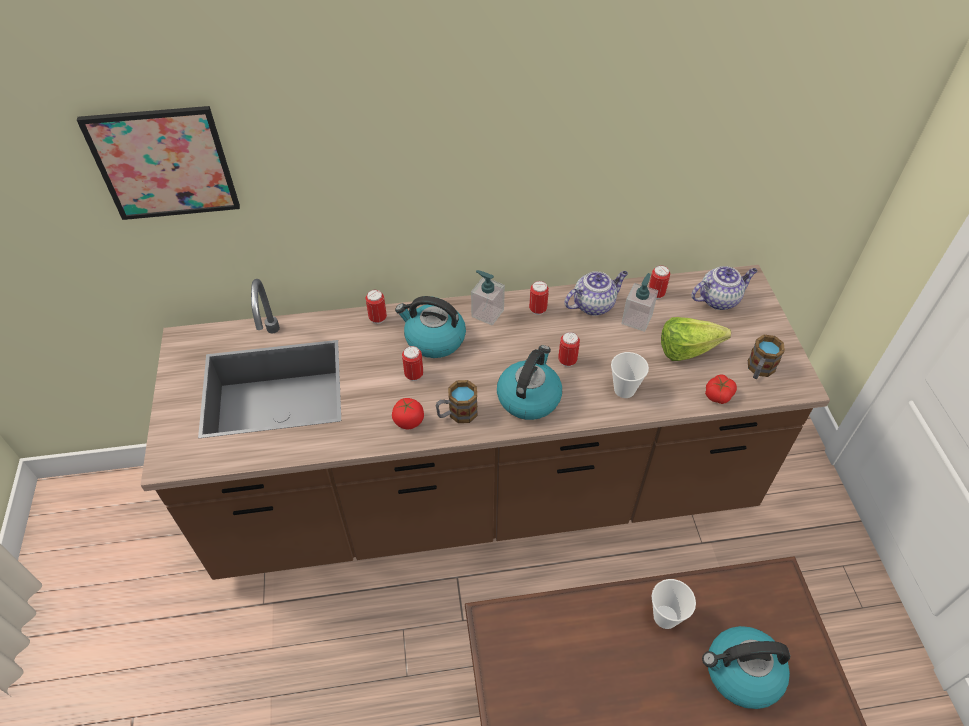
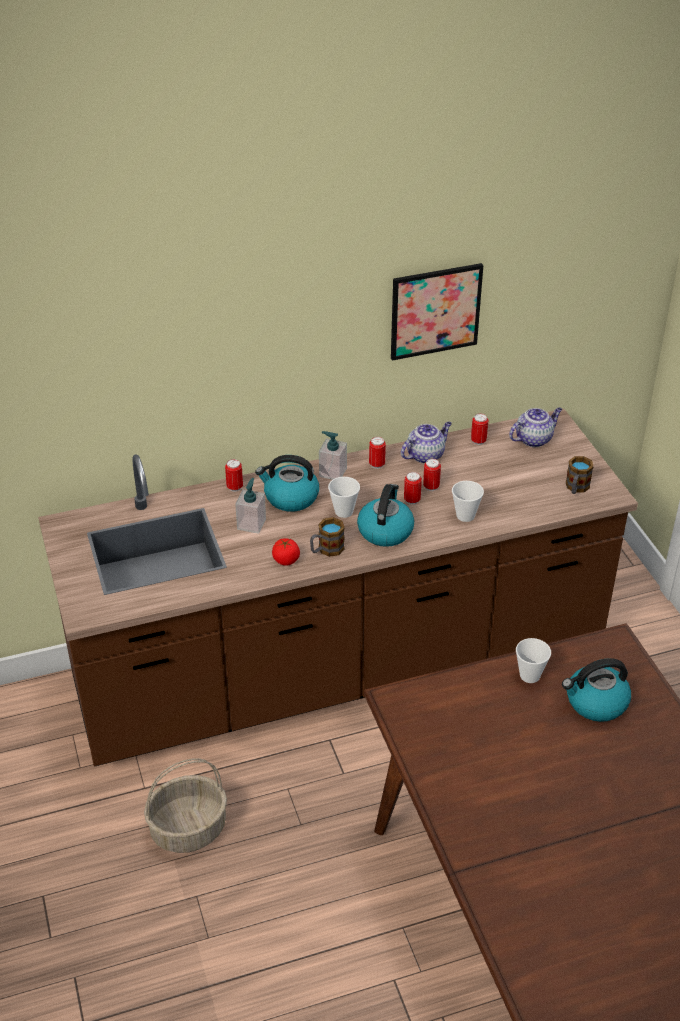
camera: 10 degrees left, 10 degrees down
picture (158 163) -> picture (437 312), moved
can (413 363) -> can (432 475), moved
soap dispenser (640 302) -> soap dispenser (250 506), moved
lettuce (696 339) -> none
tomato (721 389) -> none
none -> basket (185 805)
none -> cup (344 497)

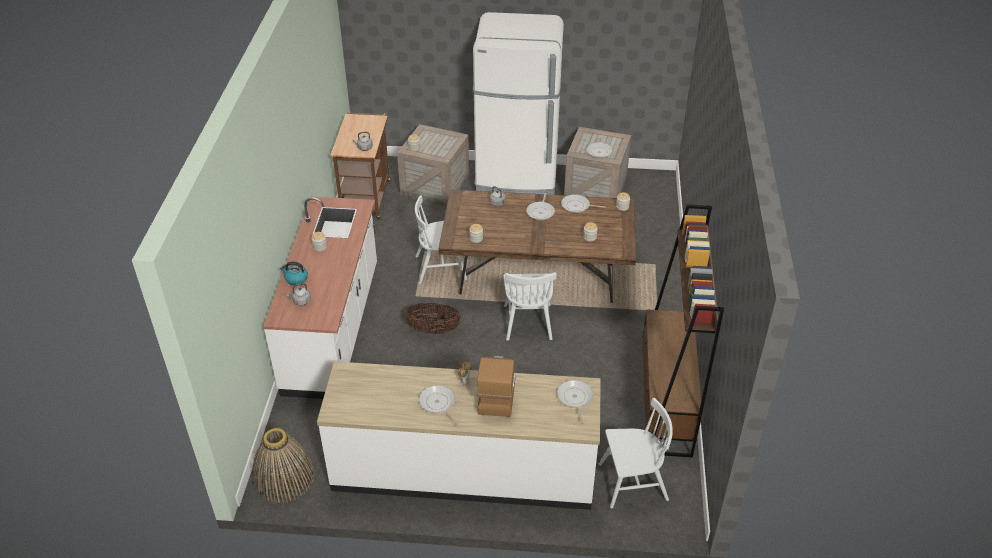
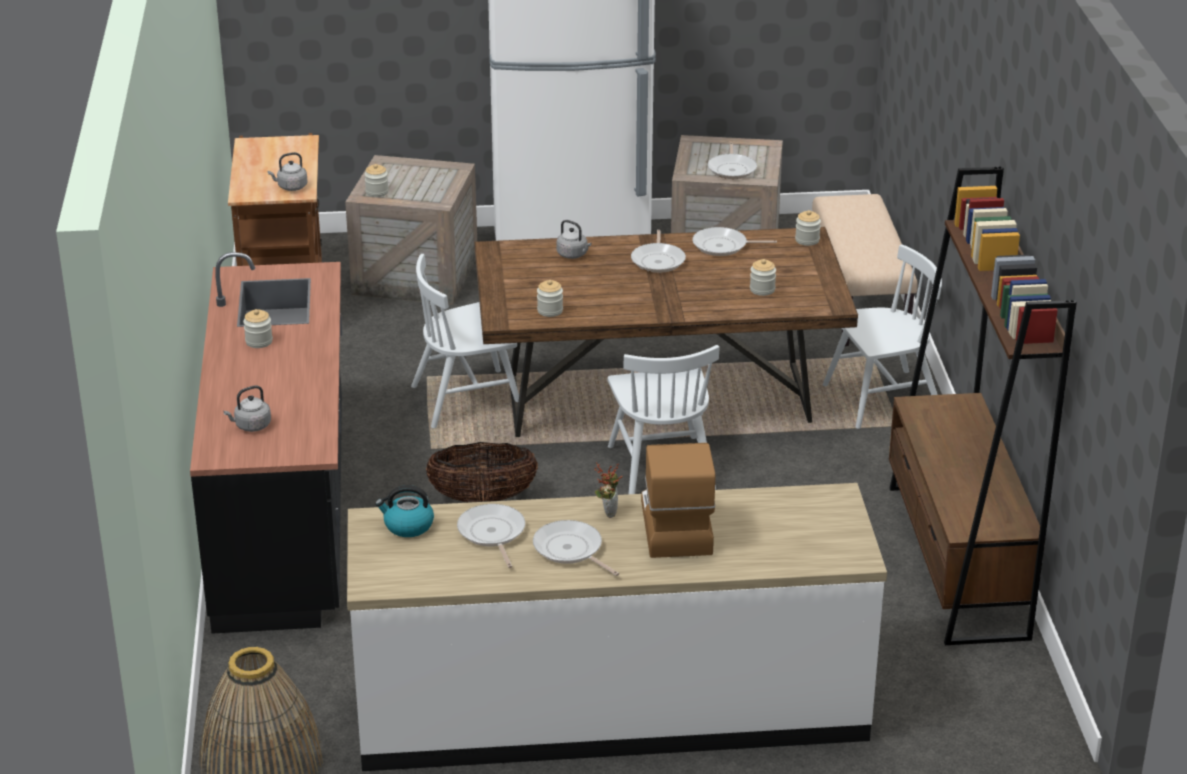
camera: 10 degrees left, 10 degrees down
counter (white) (320 298) -> counter (black) (266 443)
kettle (294 273) -> kettle (404 511), moved
frying pan (575 402) -> frying pan (491 536), moved
chair (white) (635 453) -> chair (white) (882 336), moved
none -> bench (beige) (865 270)

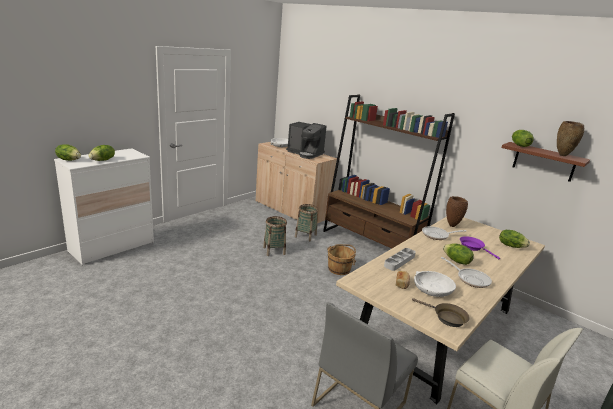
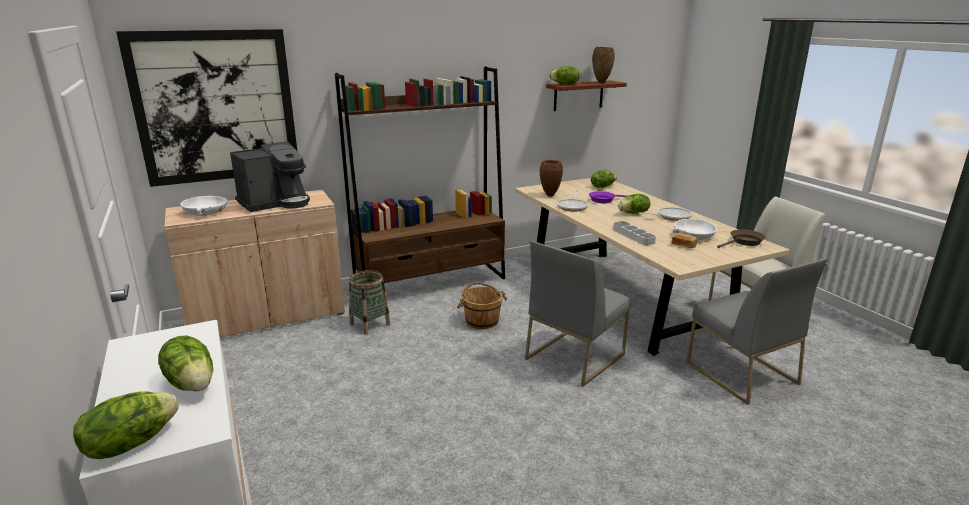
camera: 65 degrees left, 0 degrees up
basket (275 236) -> none
none -> picture (207 108)
none -> chair (grey) (578 314)

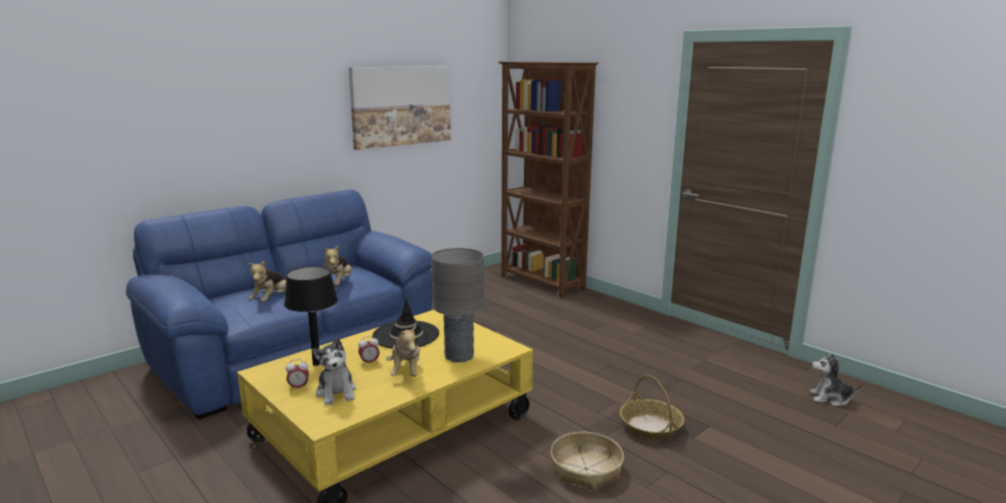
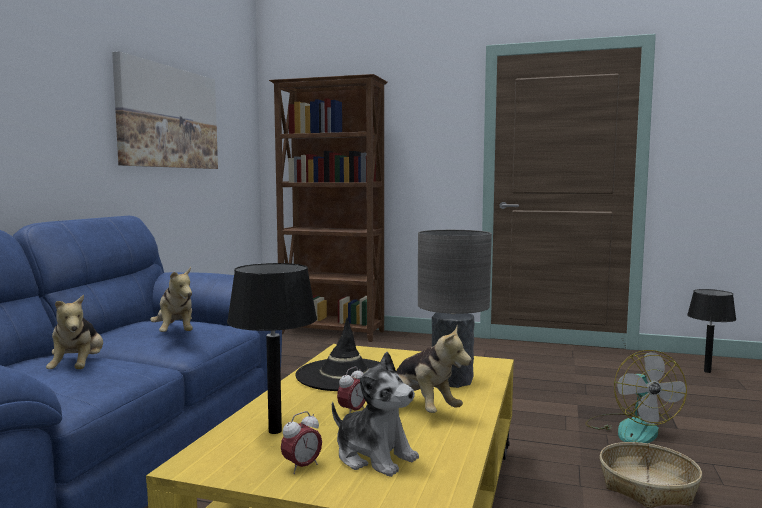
camera: 30 degrees left, 10 degrees down
basket (652 407) -> fan (636 396)
plush toy (836 379) -> table lamp (black) (711 331)

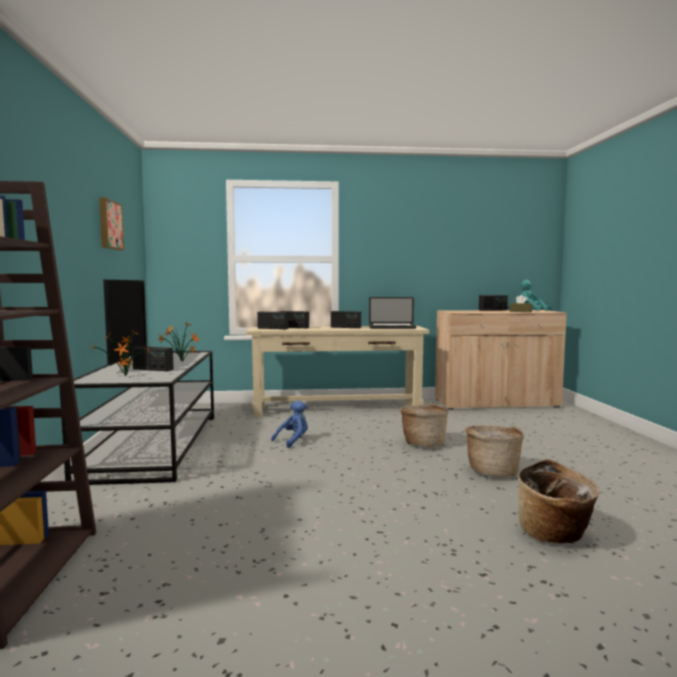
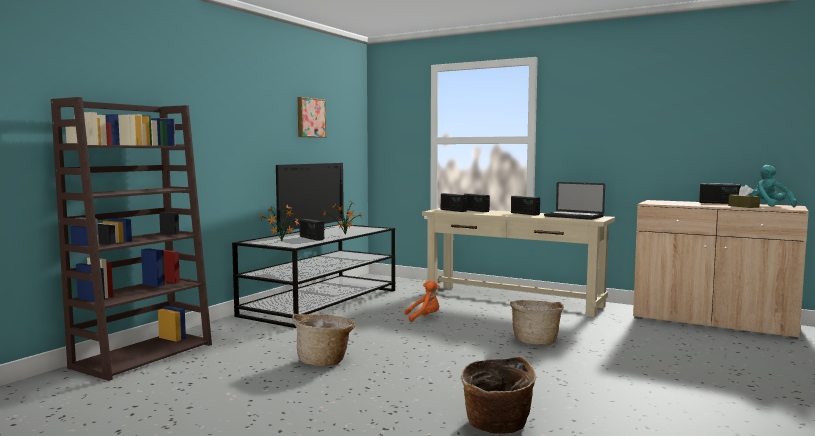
camera: 35 degrees right, 0 degrees up
plush toy (blue) (289 424) -> plush toy (orange) (422 301)
basket (494 451) -> basket (323 340), moved

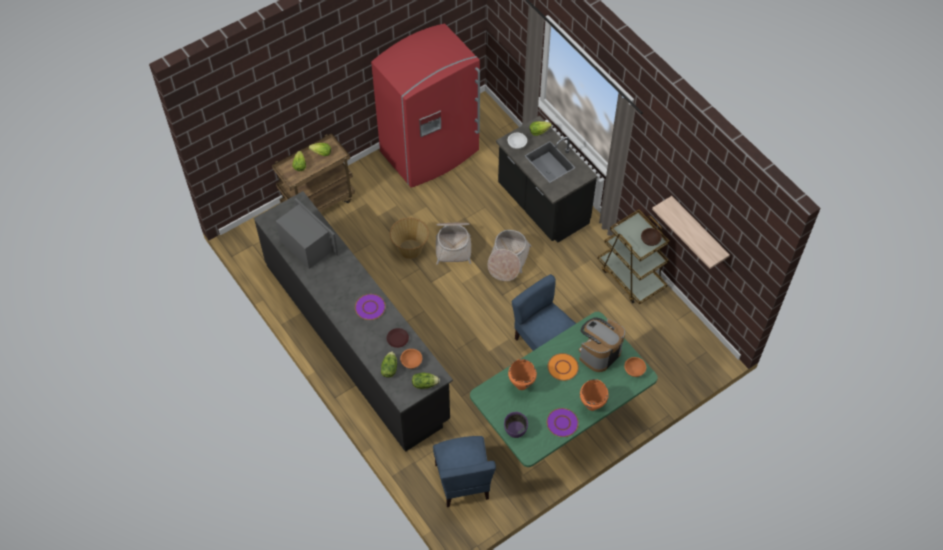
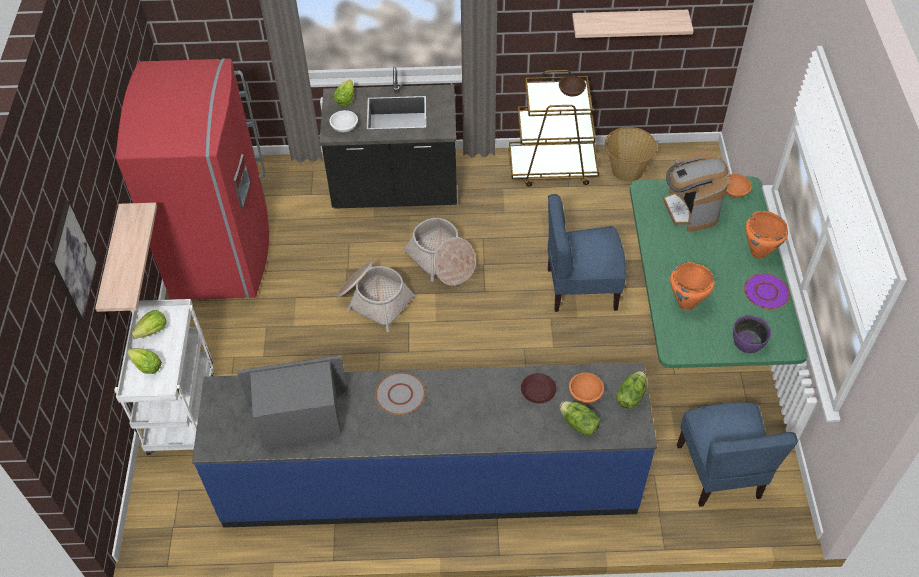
camera: 55 degrees left, 5 degrees down
counter (black) (353 321) -> counter (blue) (424 445)
cart (brown) (313 172) -> cart (white) (164 377)
plate (purple) (370 307) -> none
basket (409 238) -> basket (631 154), moved
chair (blue) (464 471) -> chair (blue) (737 454), 60 degrees clockwise
plate (orange) (563 367) -> none
none -> picture (73 261)
none -> shelf (126 261)
none -> plate (grey) (400 394)

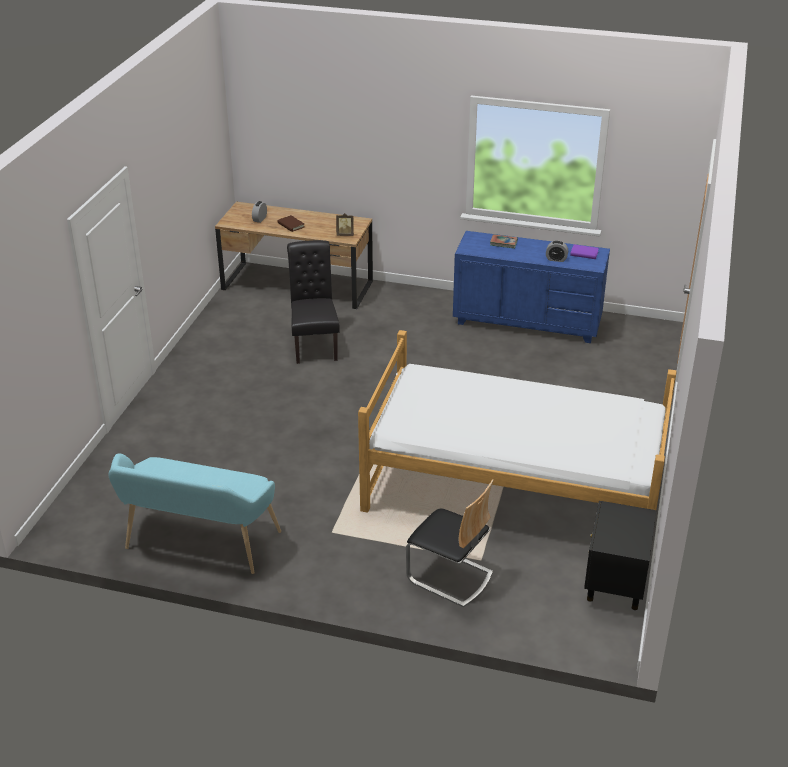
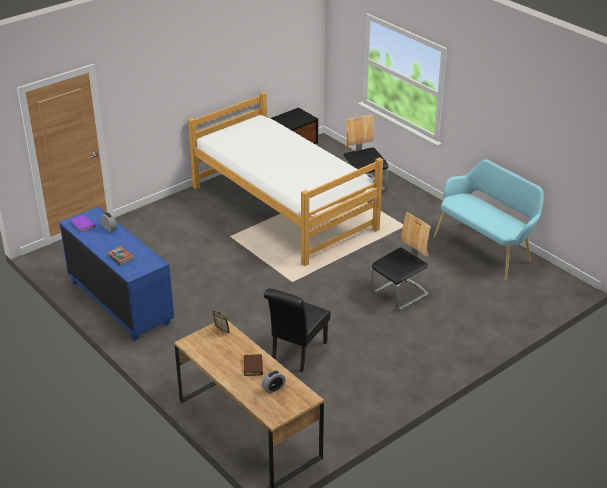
camera: 145 degrees left, 0 degrees up
none -> chair (400 261)

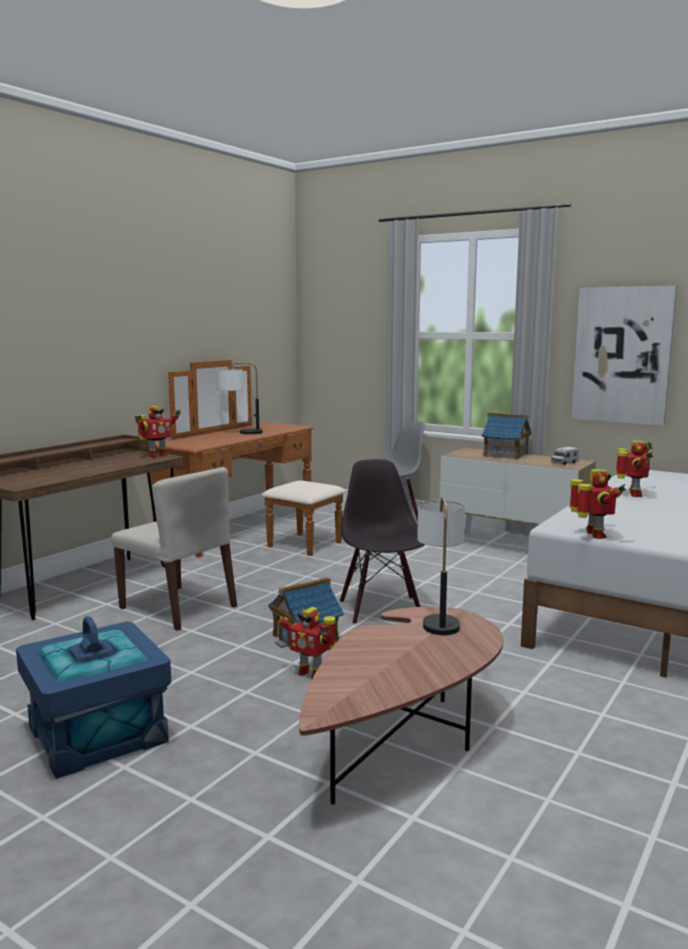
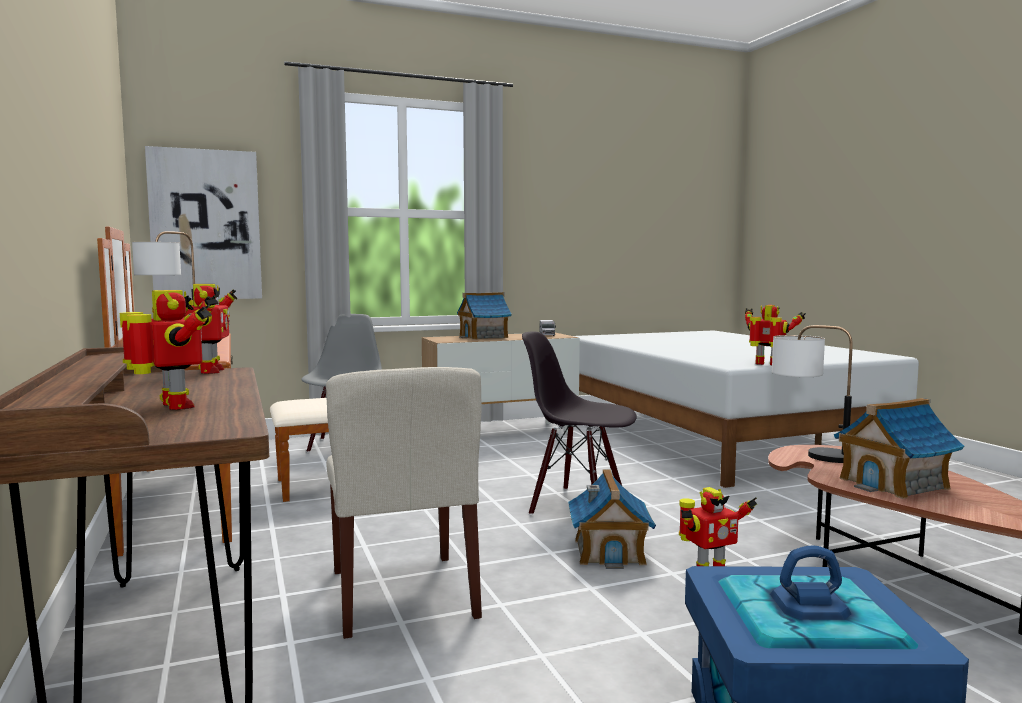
camera: 55 degrees left, 5 degrees down
chair (beige) (174 549) -> chair (beige) (404 503), 90 degrees clockwise
picture (624 356) -> picture (203 223), moved
toy robot (634 469) -> toy robot (166 350), moved
none -> toy house (899 448)

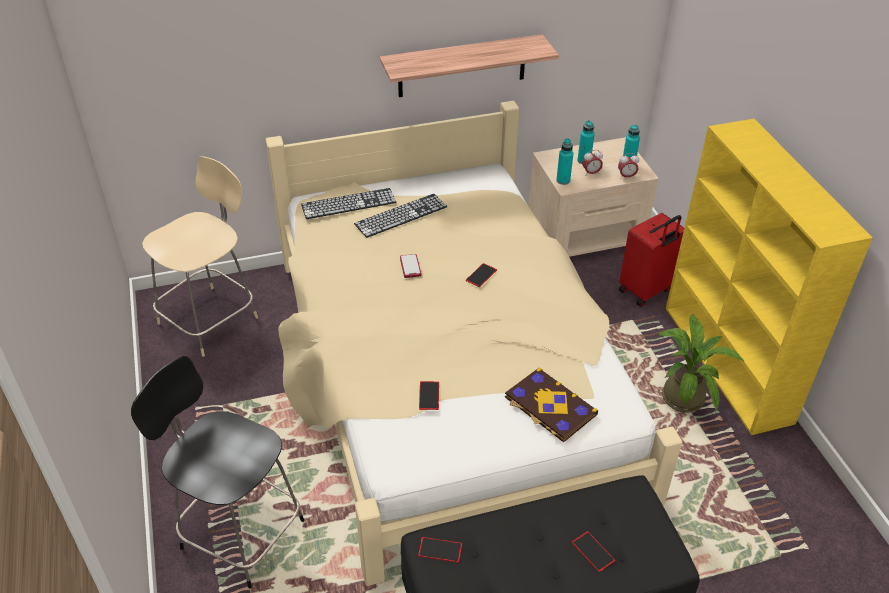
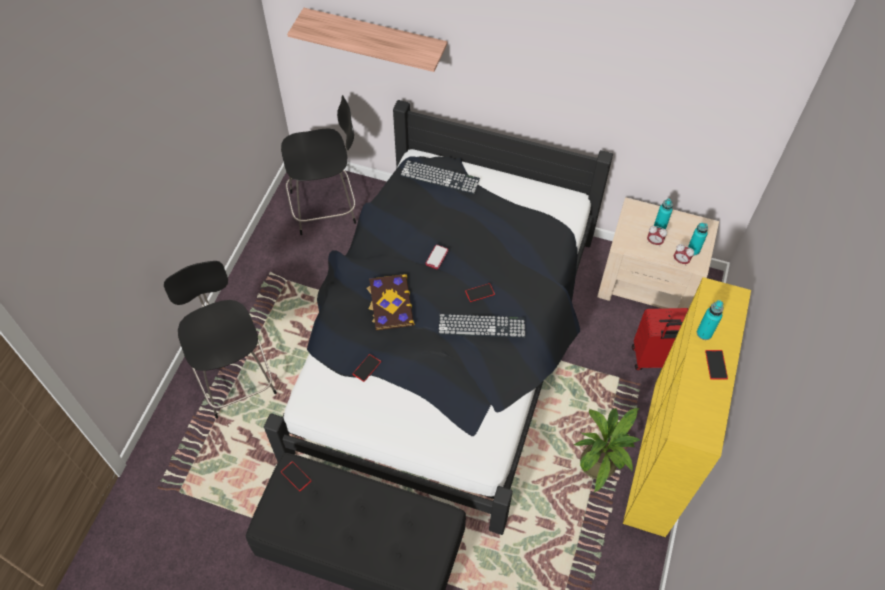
camera: 35 degrees right, 15 degrees up
chair (beige) (200 256) -> chair (black) (318 165)
bed (beige) (474 343) -> bed (black) (438 317)
keyboard (400 216) -> keyboard (481 326), moved
shelf (469 65) -> shelf (367 40), moved
book (551 405) -> book (390 302), moved
bottle (turquoise) (564 161) -> bottle (turquoise) (710 320), moved
phone (593 551) -> phone (716 365), moved

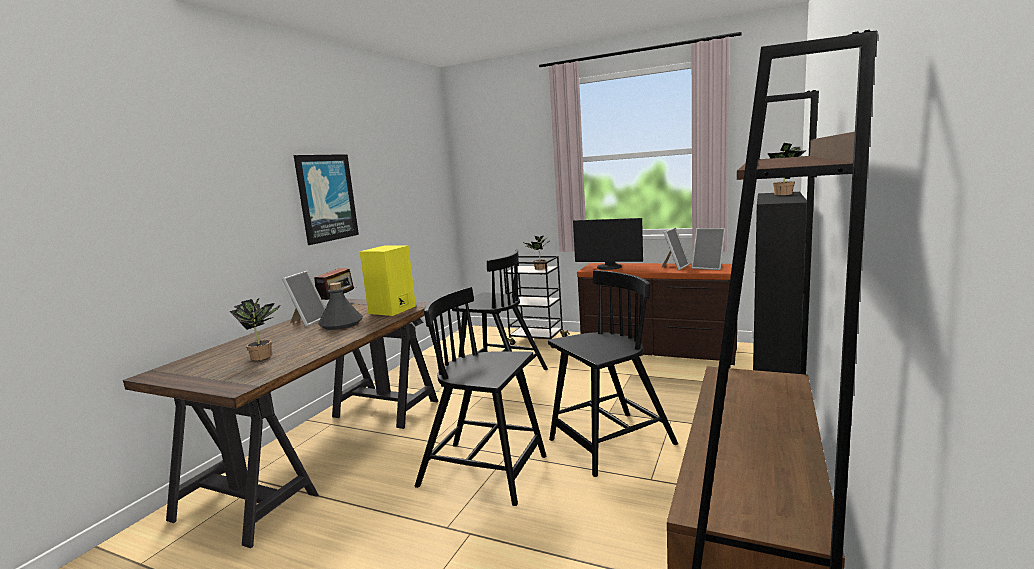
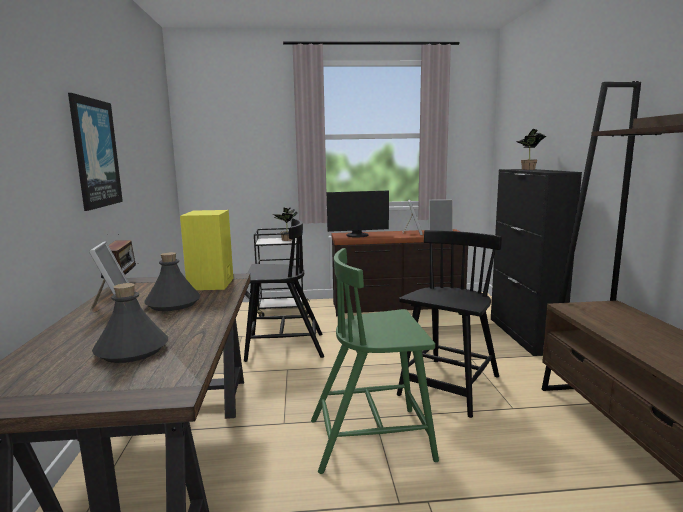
camera: 30 degrees left, 0 degrees up
potted plant (255 329) -> bottle (grey) (130 323)
chair (black) (480 396) -> chair (green) (375 361)

